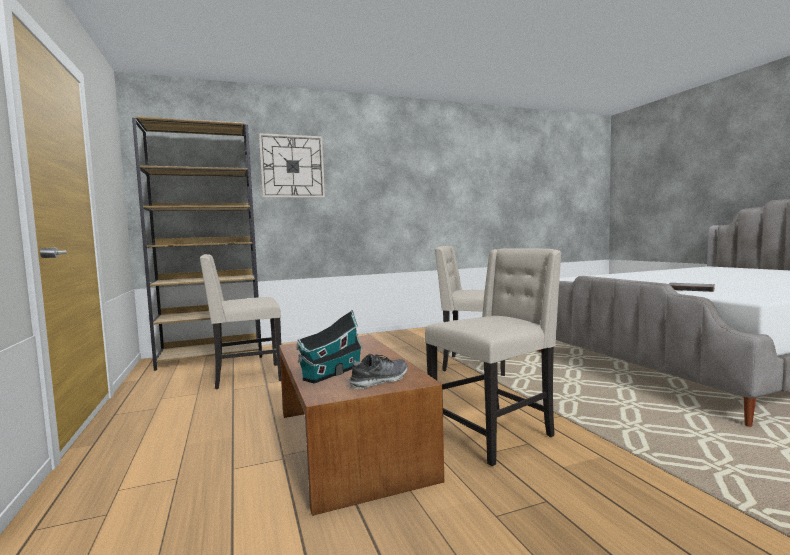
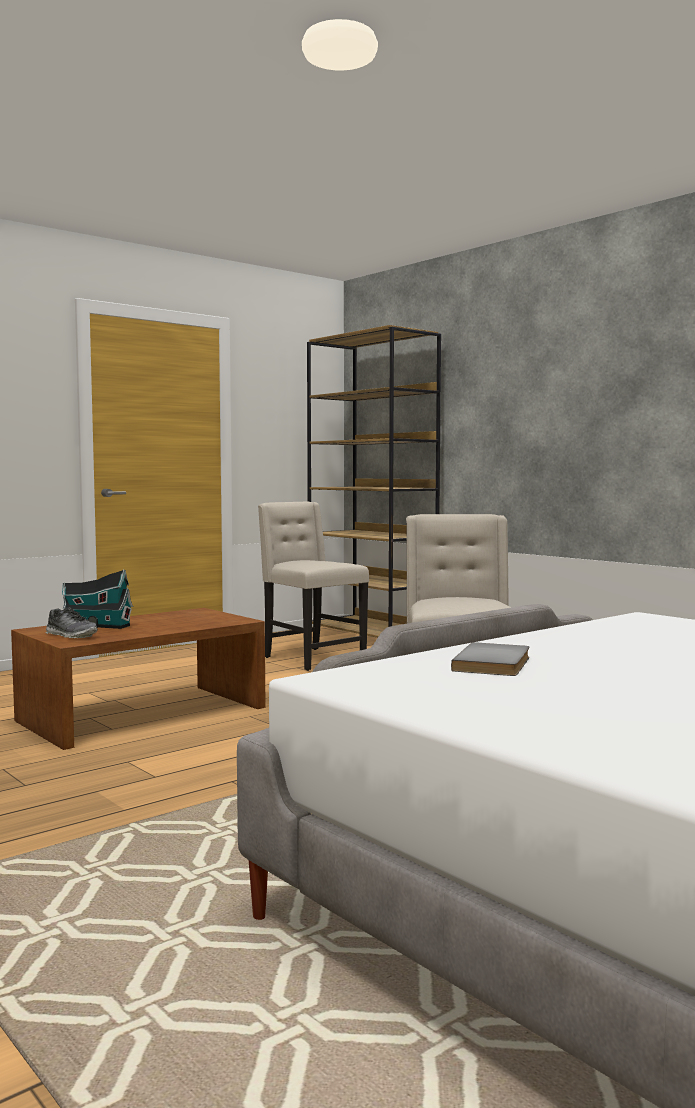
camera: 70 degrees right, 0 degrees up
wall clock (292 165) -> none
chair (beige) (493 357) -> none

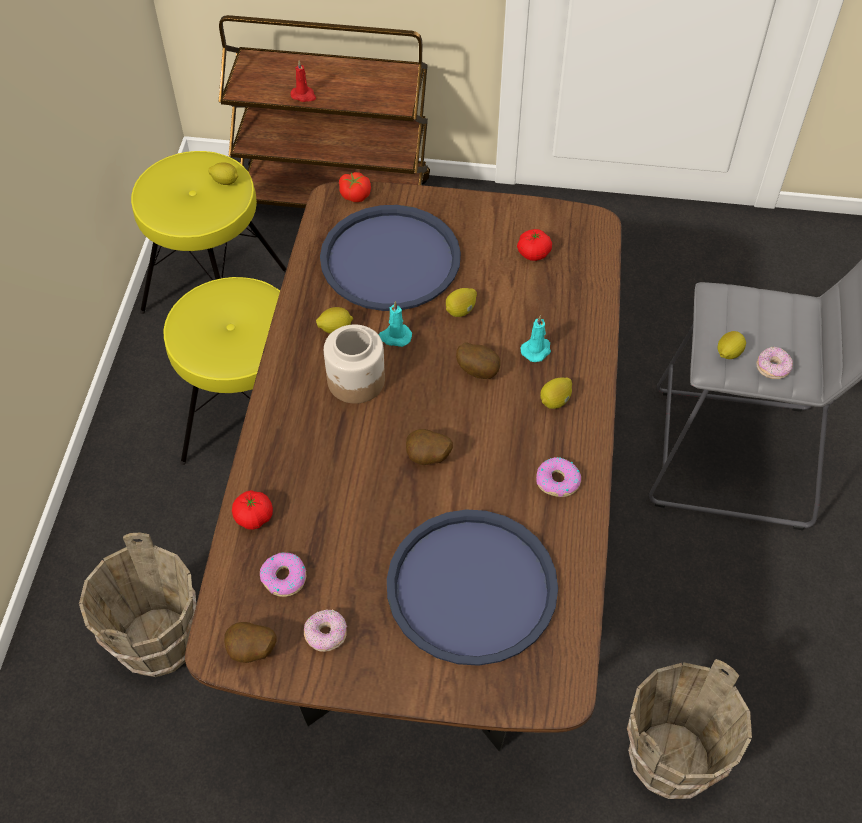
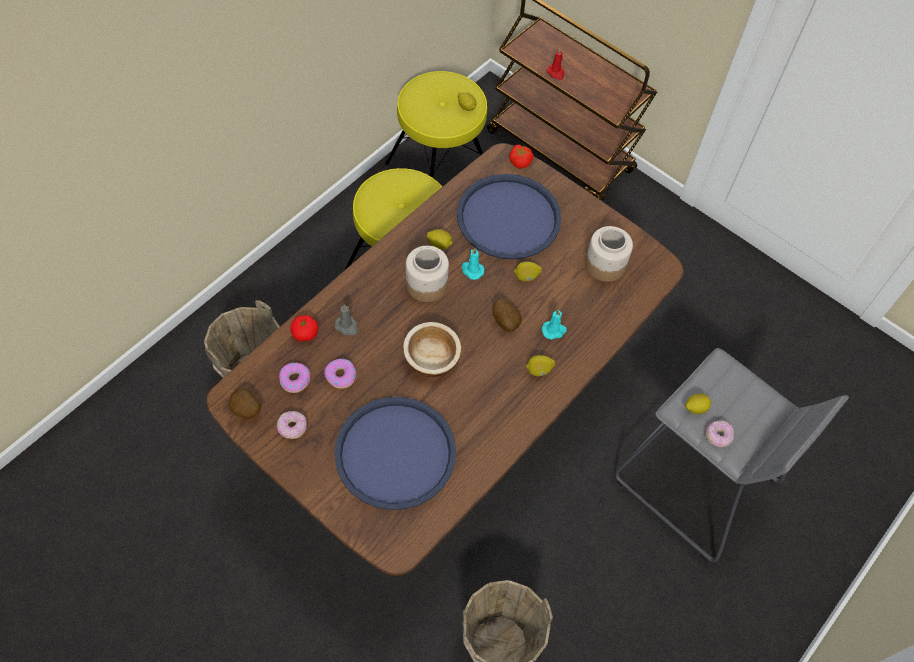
camera: 30 degrees right, 5 degrees up
potato (429 447) -> bowl (432 349)
tomato (534 245) -> jar (609 254)
donut (558 477) -> donut (340 374), moved
none -> candle (grey) (346 319)

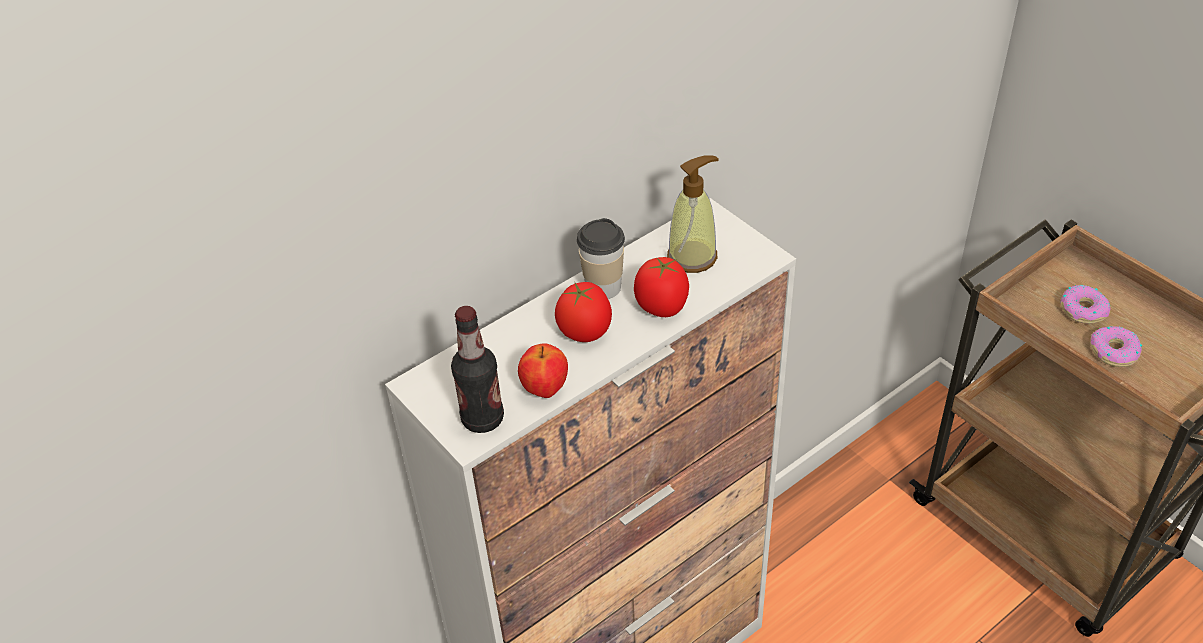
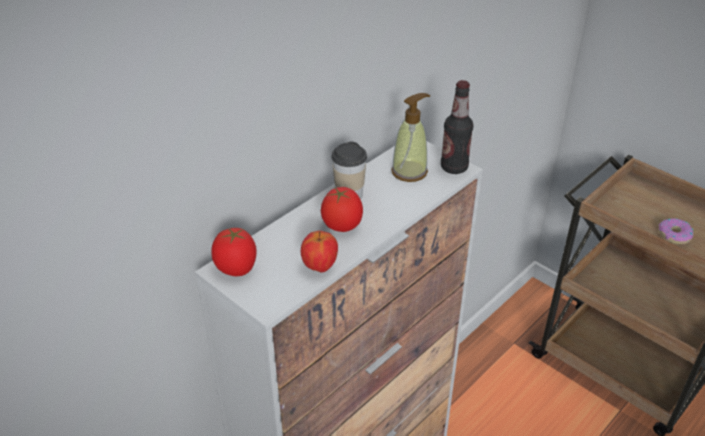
camera: 10 degrees left, 5 degrees down
bottle (477 369) -> bottle (457 127), moved
tomato (661 287) -> tomato (234 252), moved
donut (1085 304) -> none

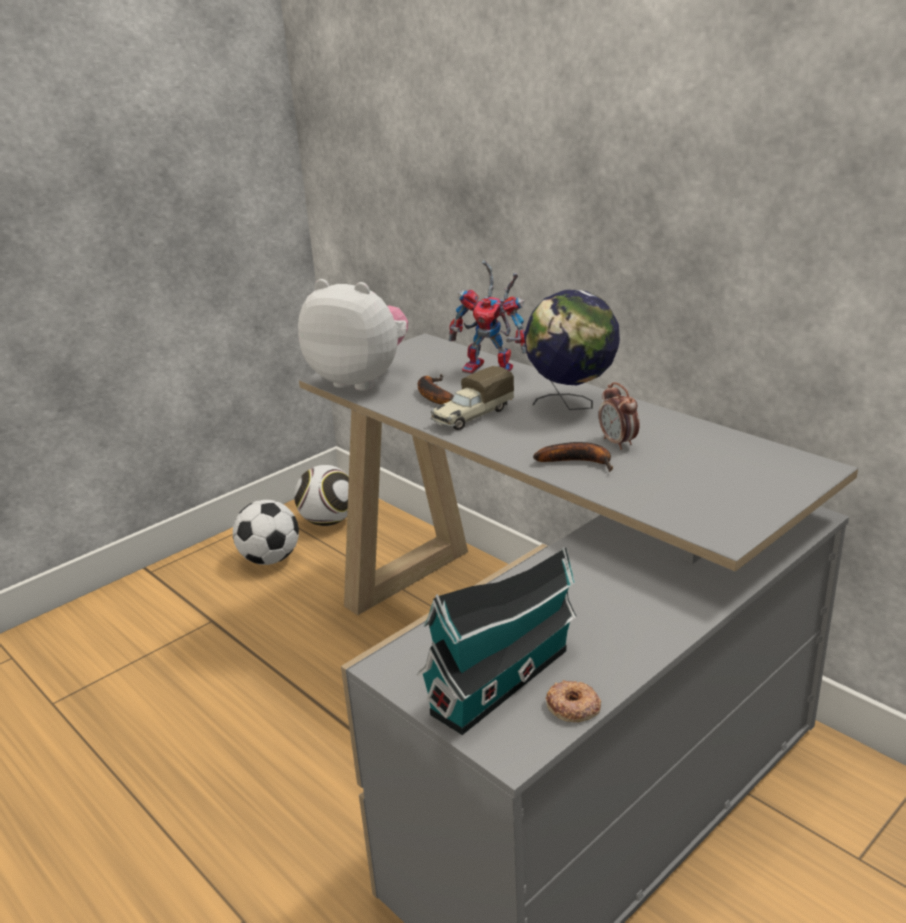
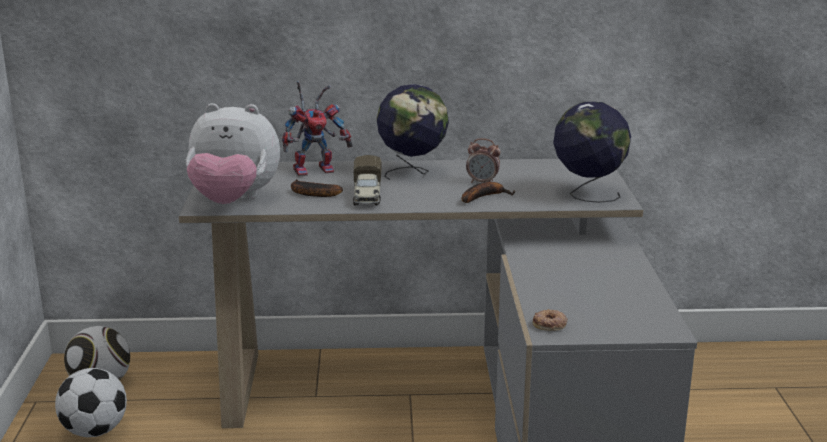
camera: 50 degrees left, 5 degrees down
plush toy (353 335) -> plush toy (233 153), 150 degrees counterclockwise
toy house (496 641) -> none
donut (573 701) -> donut (550 320), moved
none -> globe (592 152)

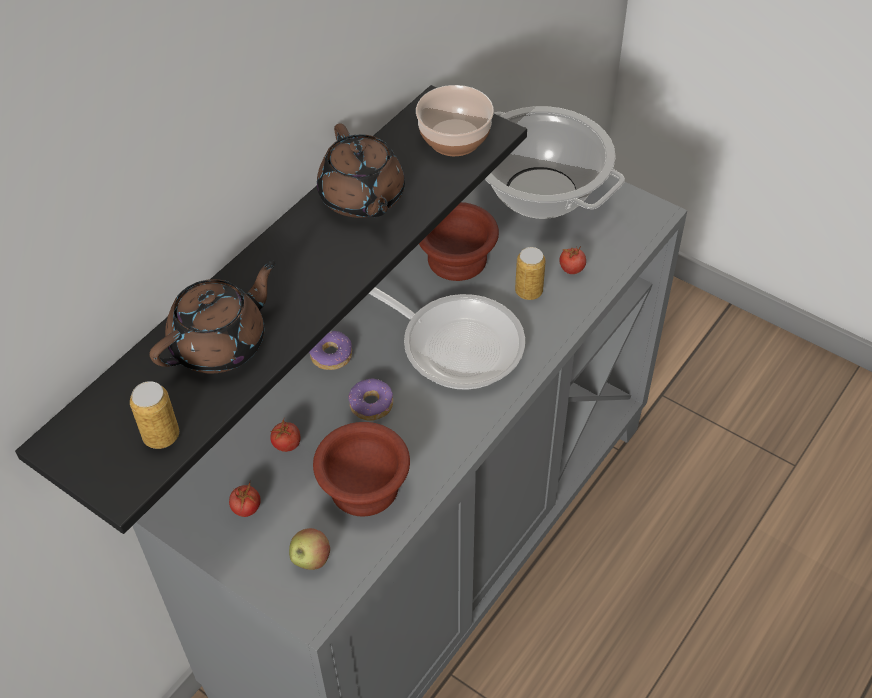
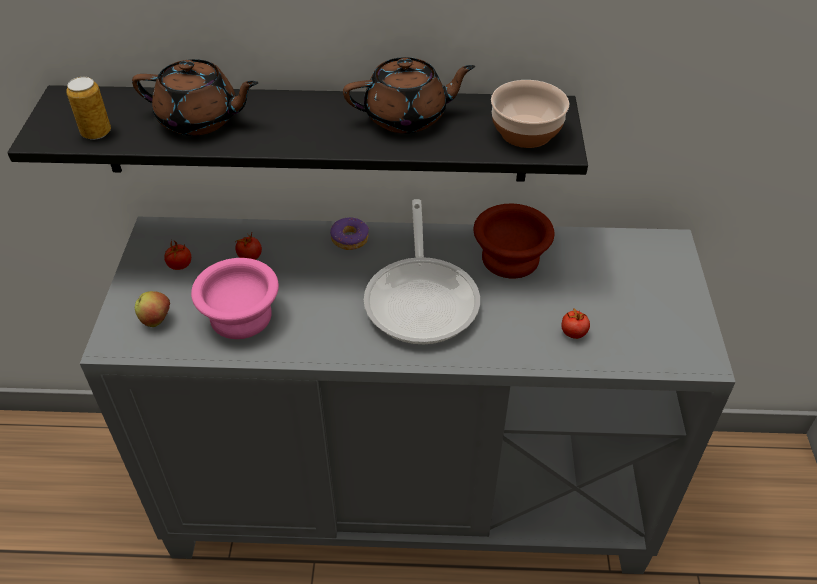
camera: 55 degrees right, 5 degrees down
bowl (brown) (361 469) -> bowl (pink) (235 298)
teapot (brown) (361 170) -> teapot (brown) (409 95), 135 degrees counterclockwise
donut (370 399) -> none
cooking pot (555 162) -> none
can (530 273) -> none

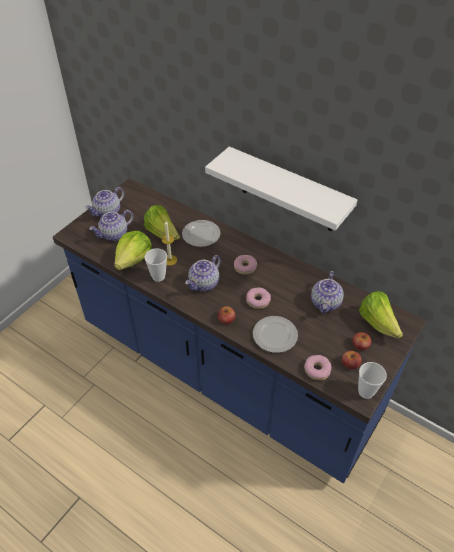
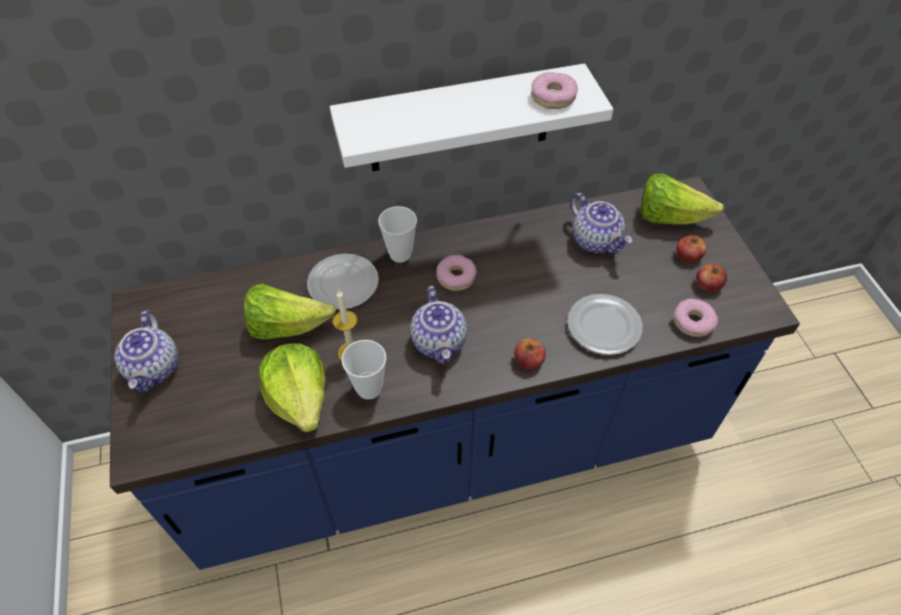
camera: 50 degrees left, 5 degrees up
teapot (111 225) -> none
donut (258 298) -> donut (554 90), moved
cup (372 380) -> cup (397 234), moved

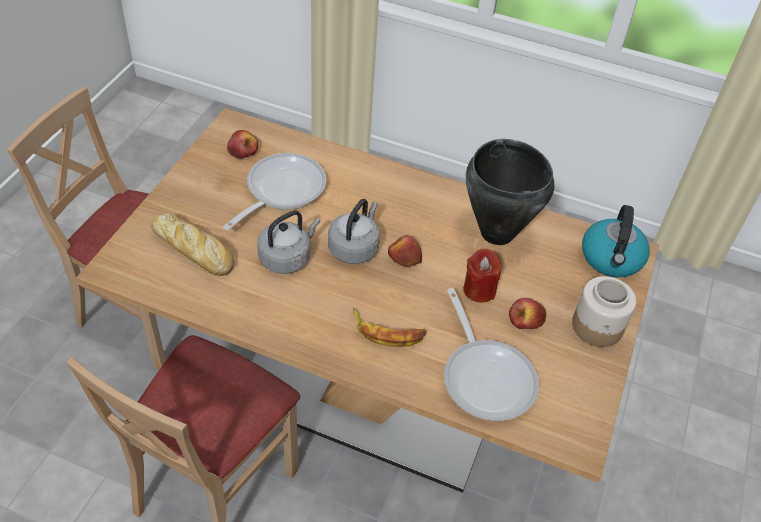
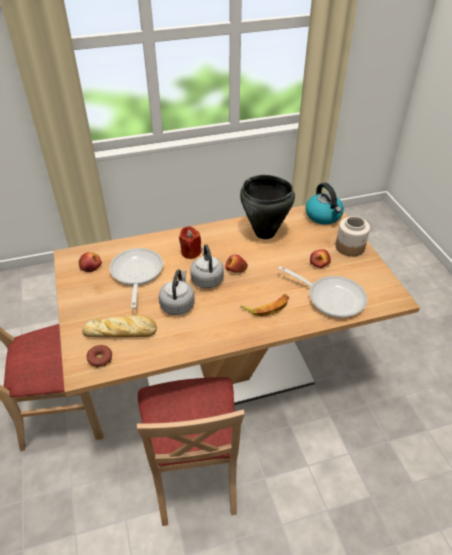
camera: 35 degrees left, 5 degrees down
candle (red) (482 276) -> candle (red) (190 242), moved
none -> donut (99 356)

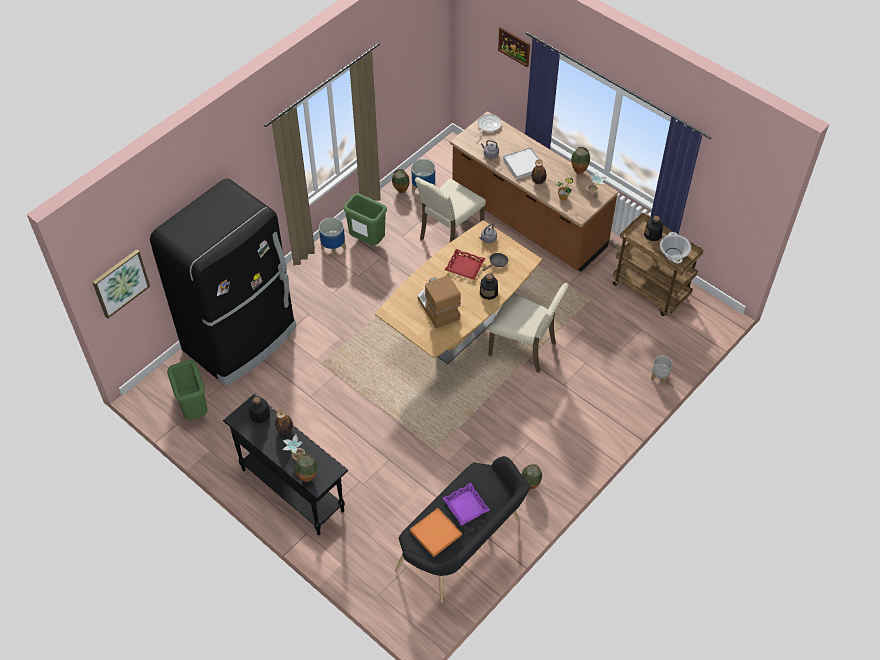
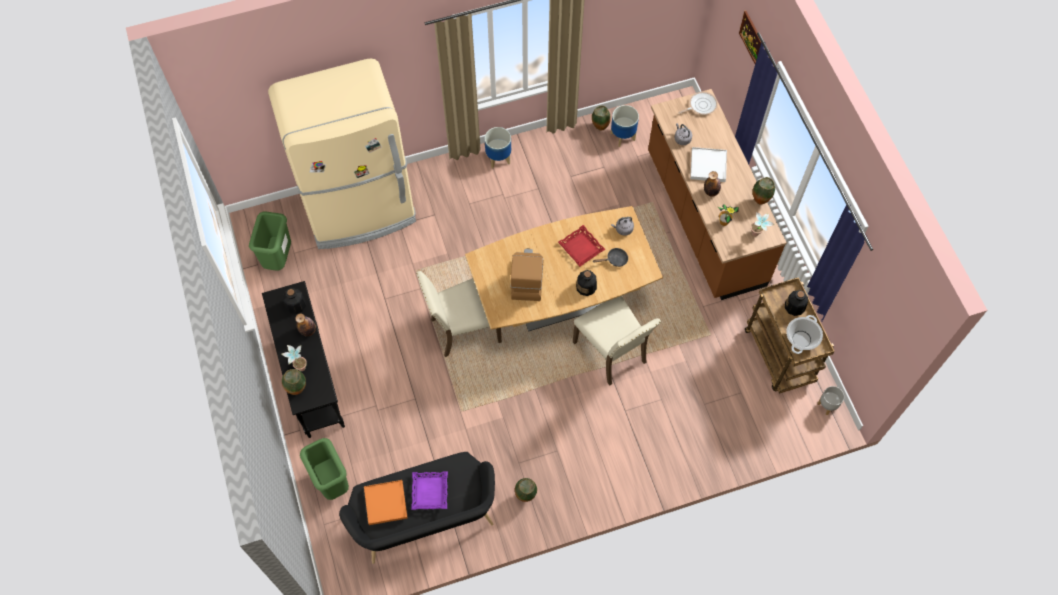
camera: 30 degrees right, 10 degrees up
picture (121 284) -> none
fridge (black) (223 282) -> fridge (beige) (342 154)
trash can (green) (365 219) -> trash can (green) (324 469), moved
chair (beige) (450 209) -> chair (beige) (459 314), moved
planter (grey) (662 370) -> planter (grey) (830 400), moved

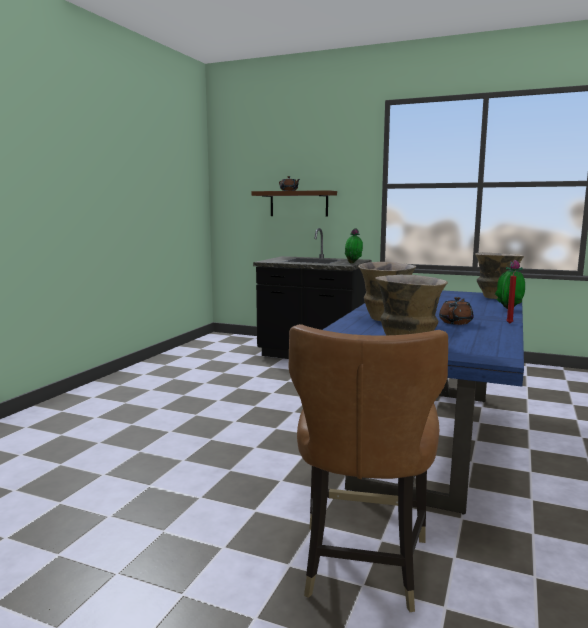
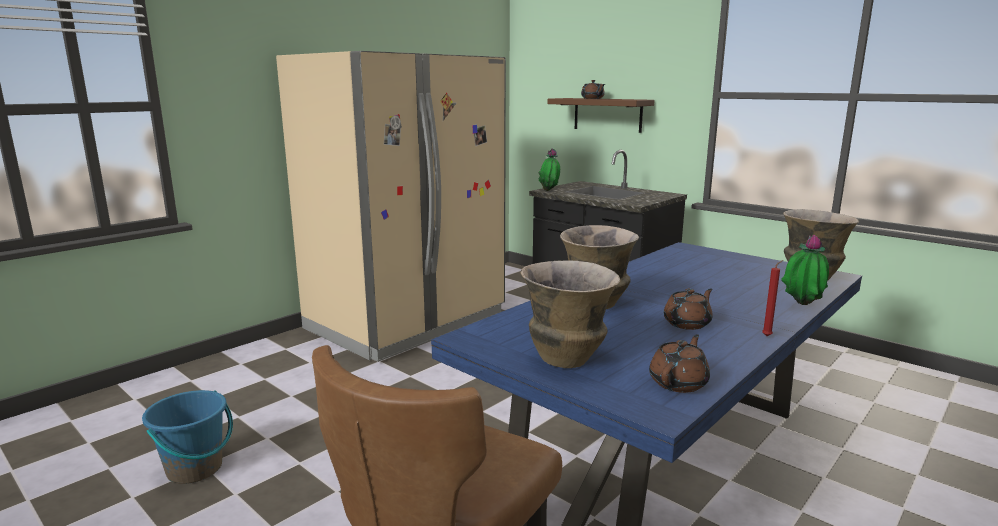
camera: 20 degrees right, 5 degrees up
potted plant (354 246) -> potted plant (549 169), moved
none -> bucket (blue) (187 437)
none -> fridge (beige) (391 206)
none -> teapot (brown) (679 363)

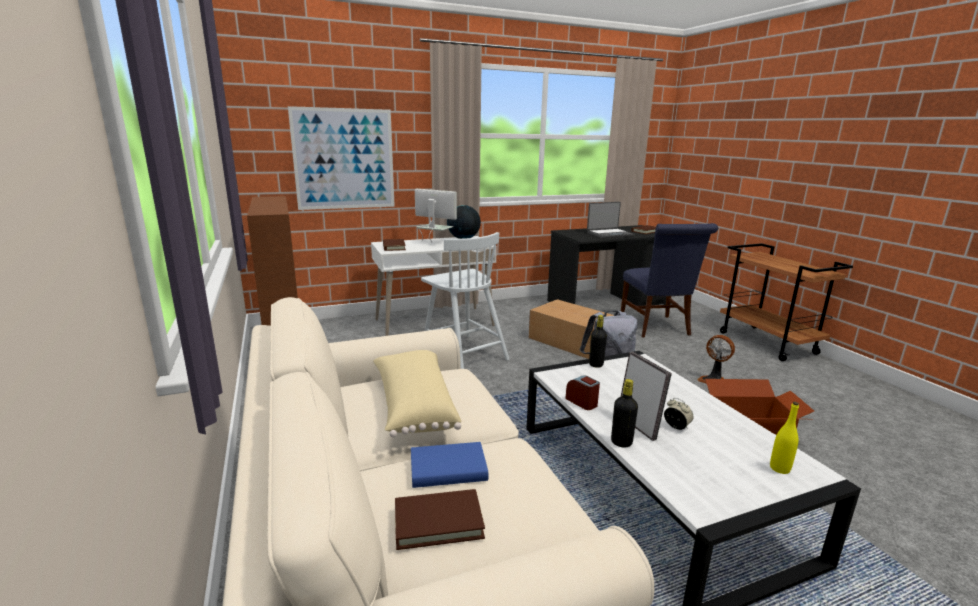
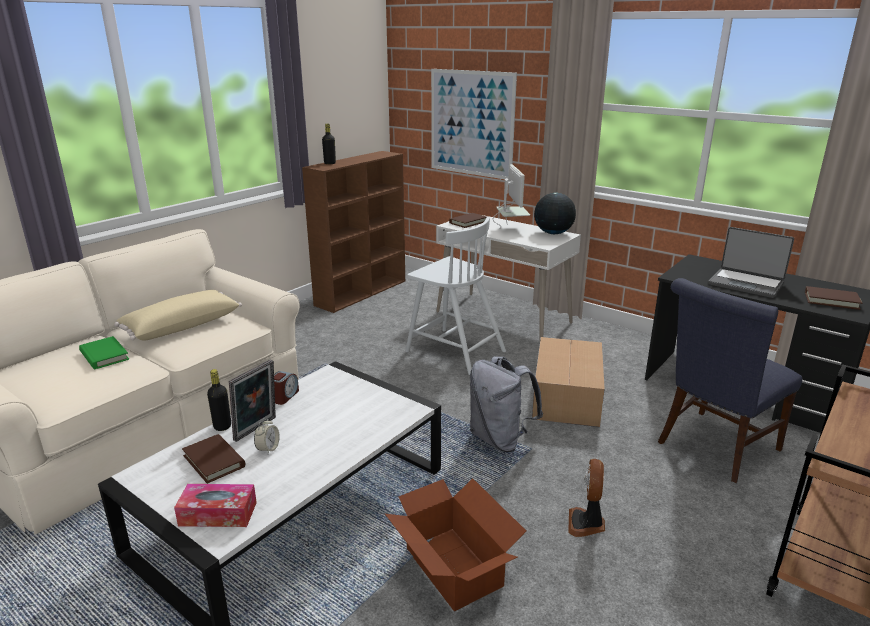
camera: 60 degrees right, 5 degrees up
book (brown) (440 519) -> book (brown) (213 459), moved
book (blue) (449 465) -> book (green) (104 352)
chair (white) (465 300) -> chair (white) (455 296), 75 degrees counterclockwise
bottle (black) (598 341) -> bottle (black) (329 144), moved
bottle (yellow) (784 438) -> tissue box (215 505)

